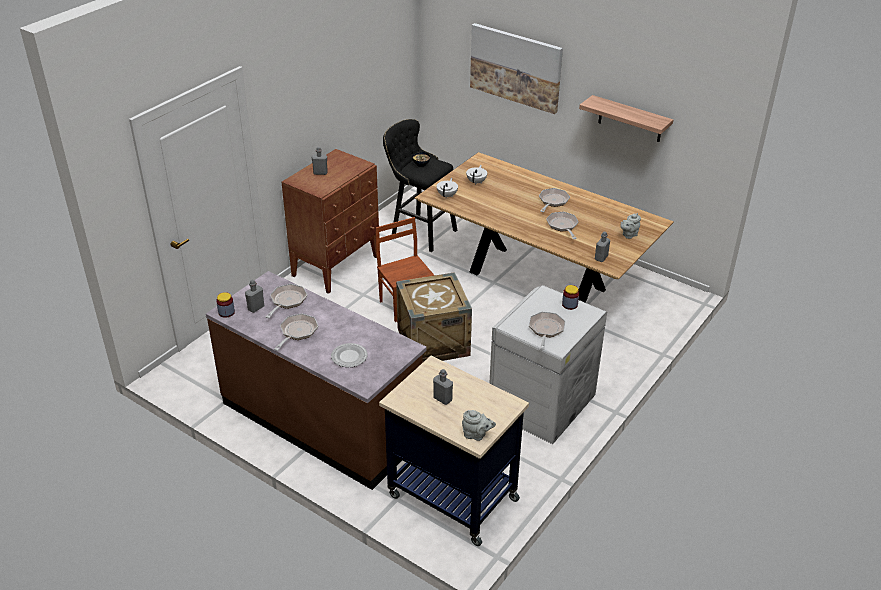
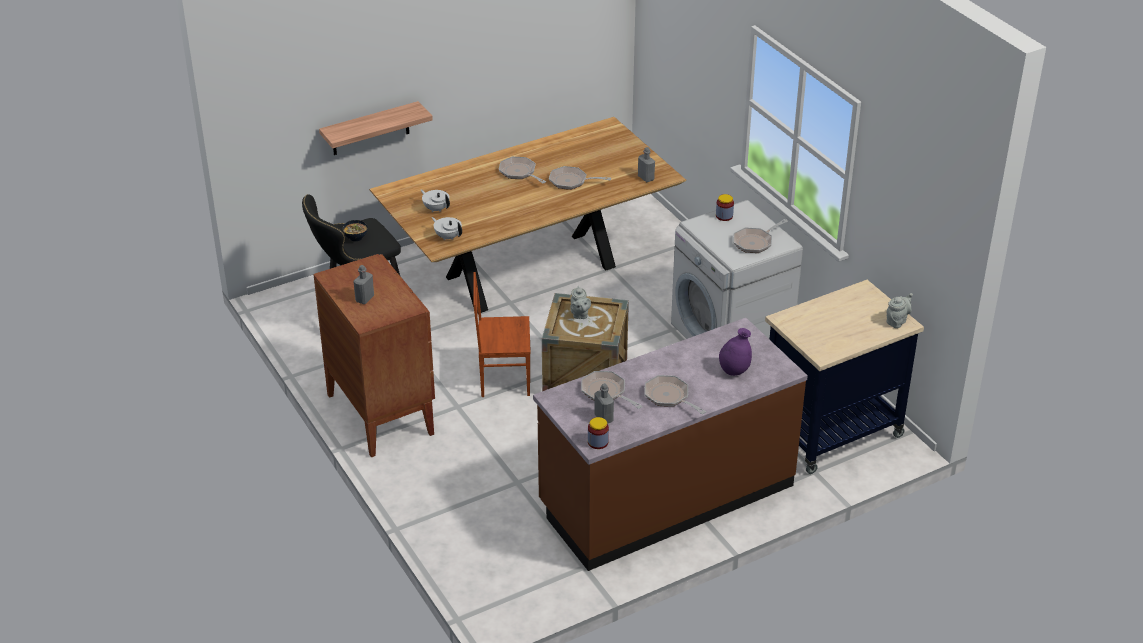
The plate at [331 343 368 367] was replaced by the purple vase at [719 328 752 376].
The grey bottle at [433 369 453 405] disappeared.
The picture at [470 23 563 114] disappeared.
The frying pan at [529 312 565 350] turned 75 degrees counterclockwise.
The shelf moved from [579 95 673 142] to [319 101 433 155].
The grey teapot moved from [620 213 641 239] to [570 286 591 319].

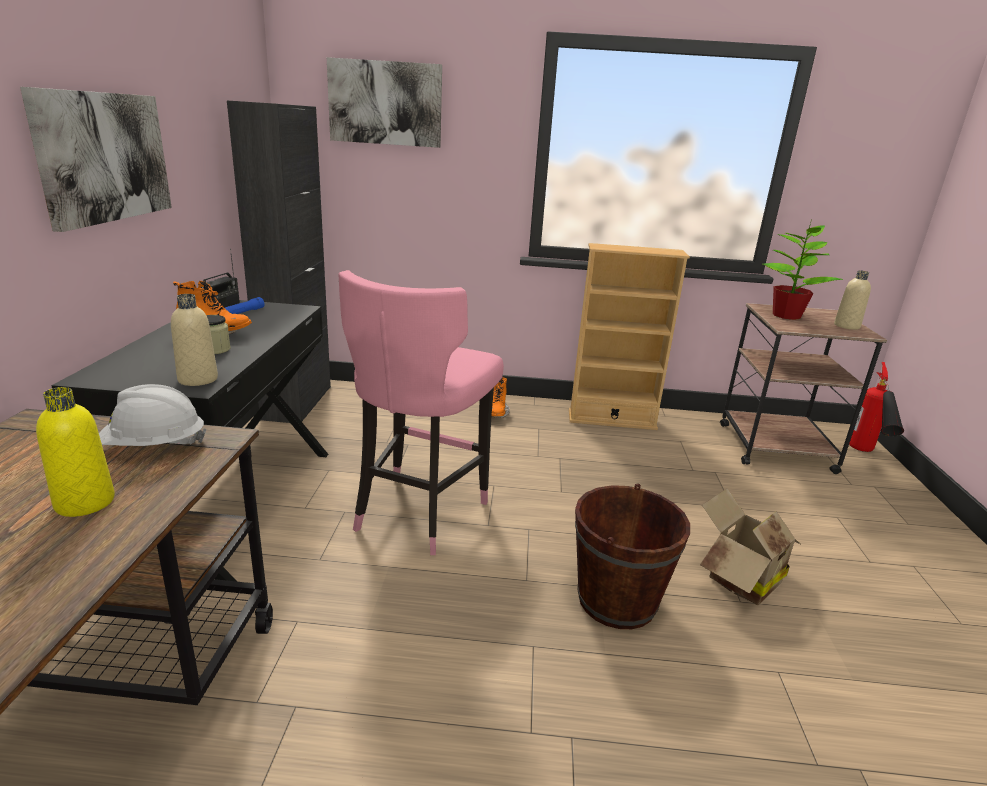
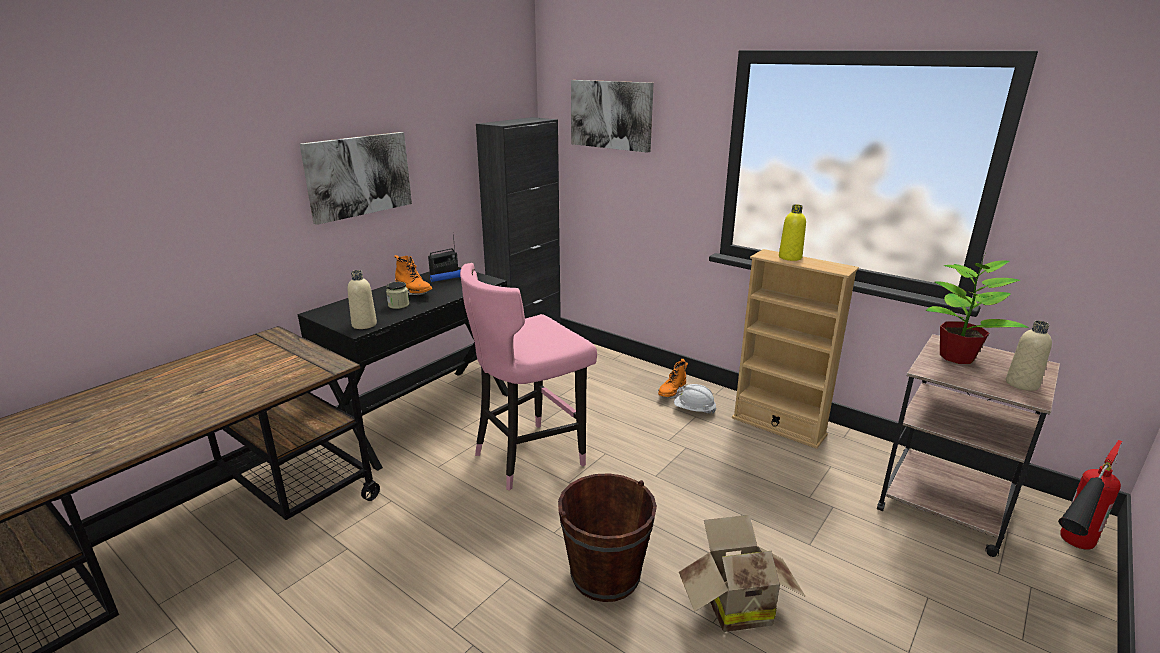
The yellow bottle moved from [36 387 115 517] to [779 205 806 261].
The white hard hat moved from [99 384 207 446] to [674 384 716 414].

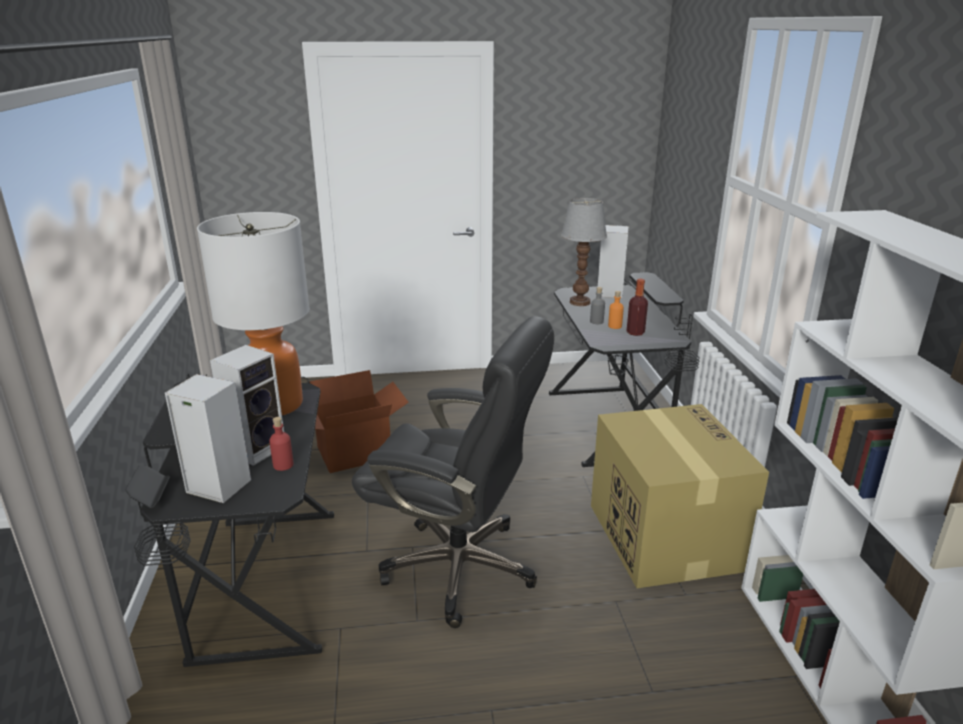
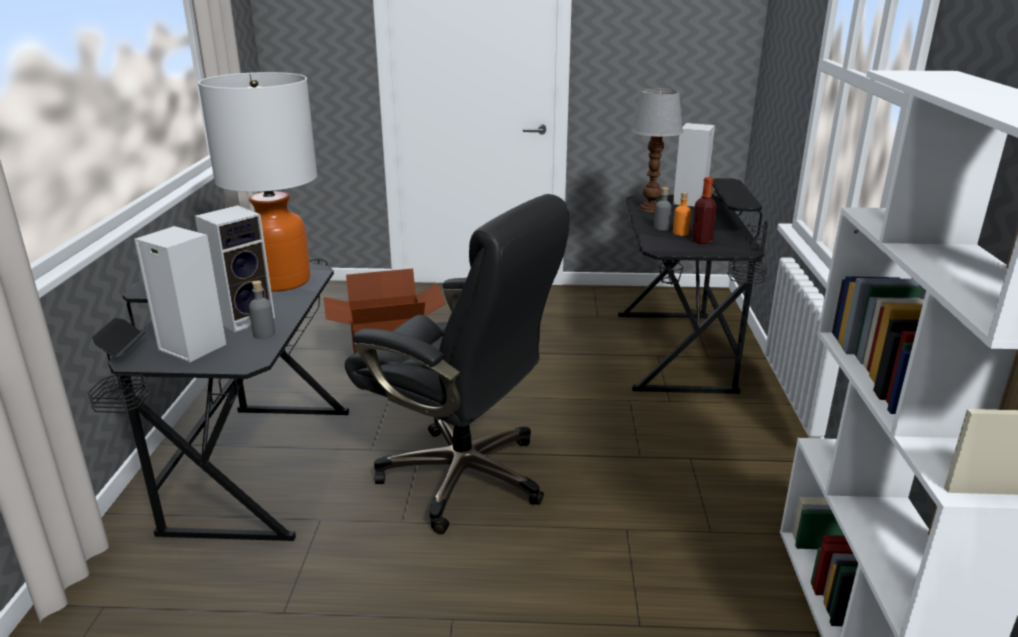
The red bottle at [269 417 294 471] became the grey bottle at [249 280 275 339].
The cardboard box at [591 404 769 588] disappeared.

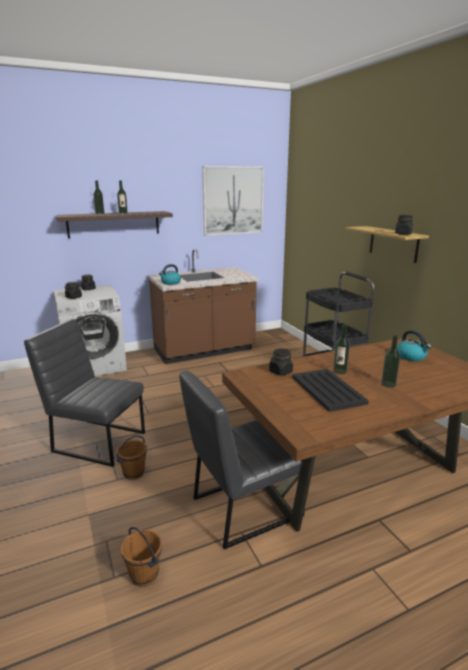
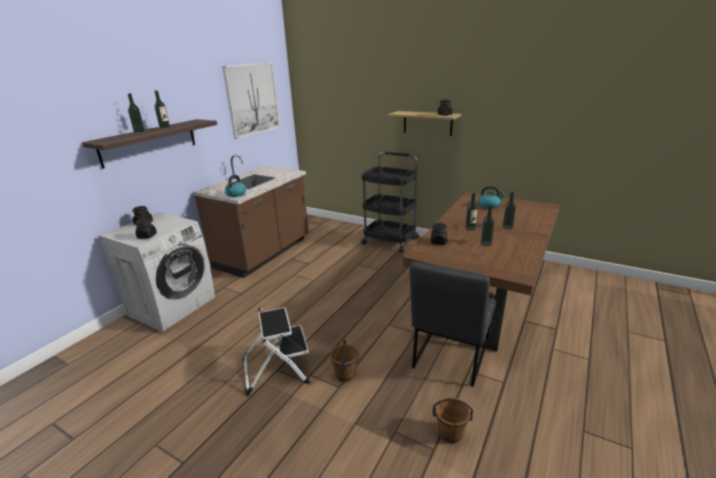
The grey chair at [24 319 145 467] was replaced by the step ladder at [243 307 311 397].
The black tray at [292 369 369 412] was replaced by the bottle at [480 205 495 246].

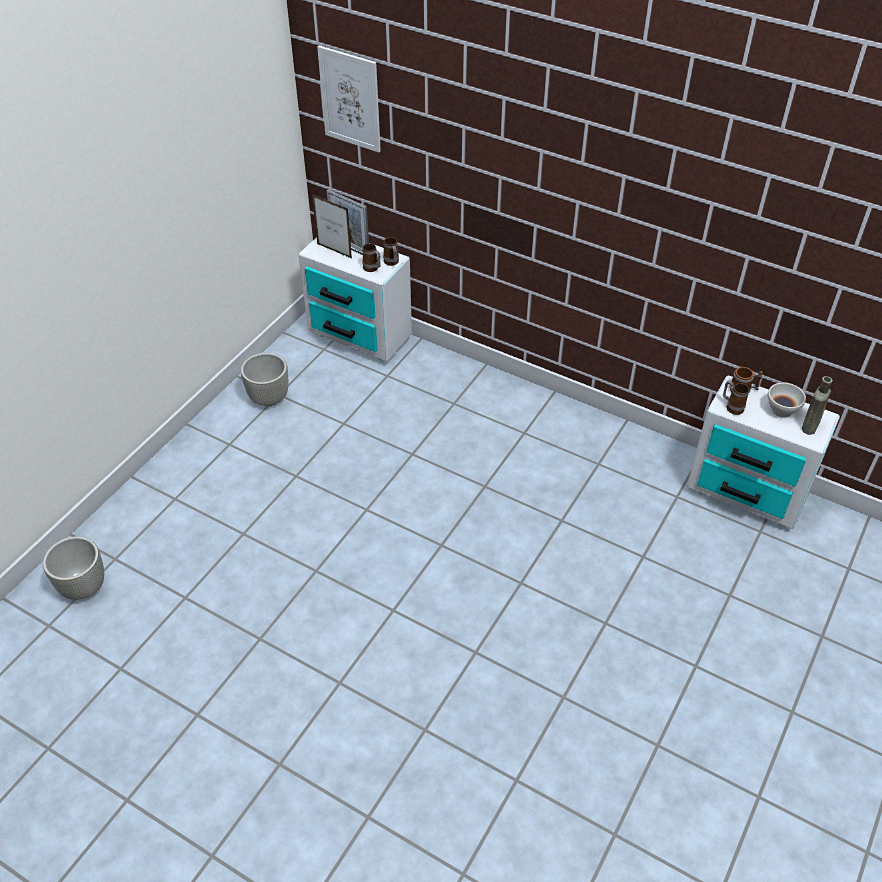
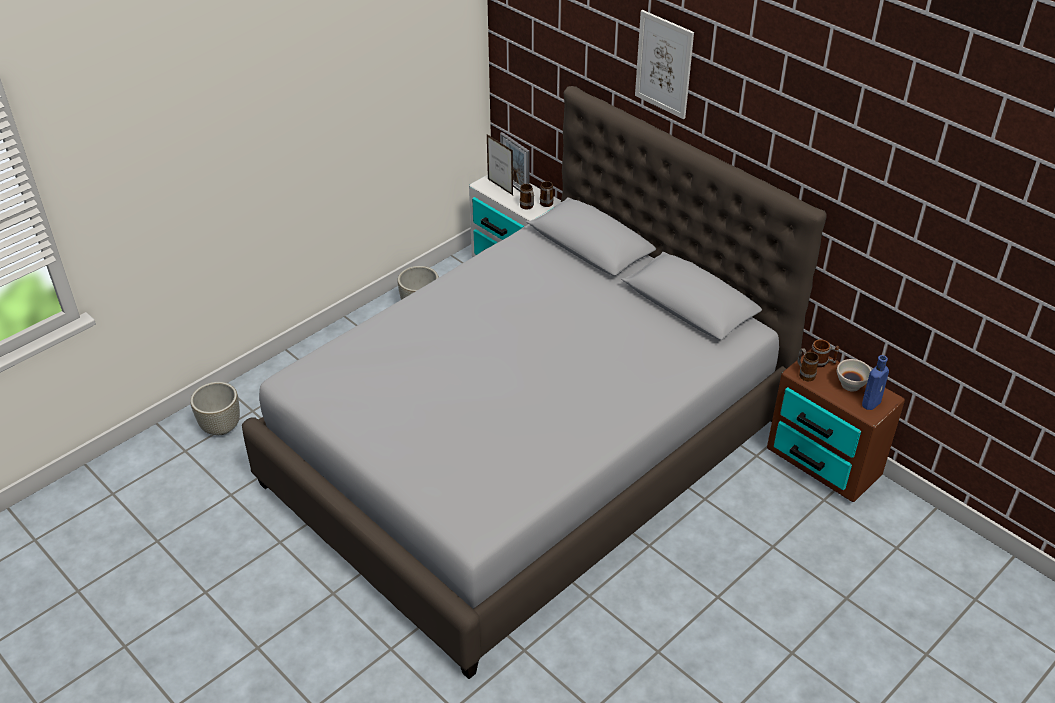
The picture moved from [317 46 381 152] to [635 10 694 119].
The white nightstand at [687 375 840 529] became the brown nightstand at [767 348 905 502].
The brown bottle at [801 376 833 435] became the blue bottle at [862 355 889 410].
The grey bed at [242 86 827 679] appeared.

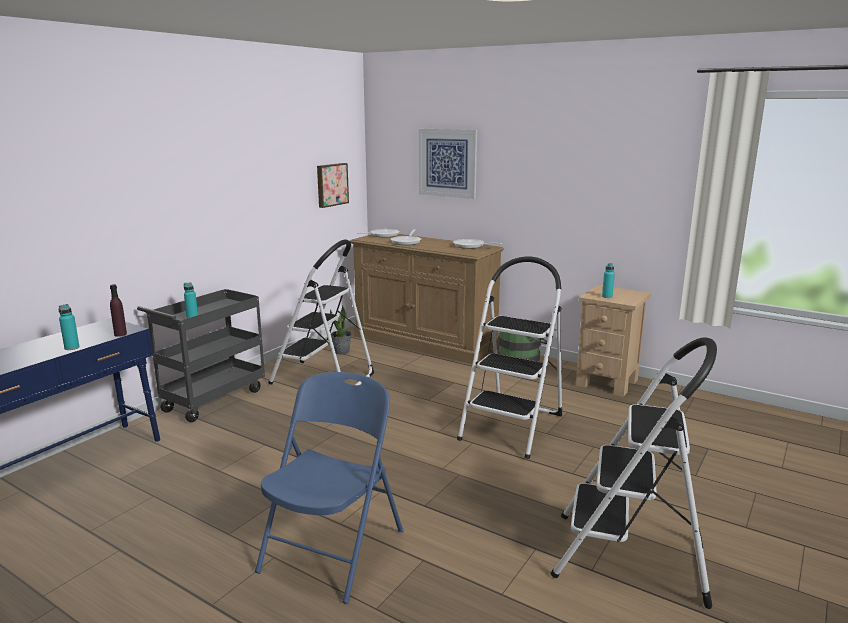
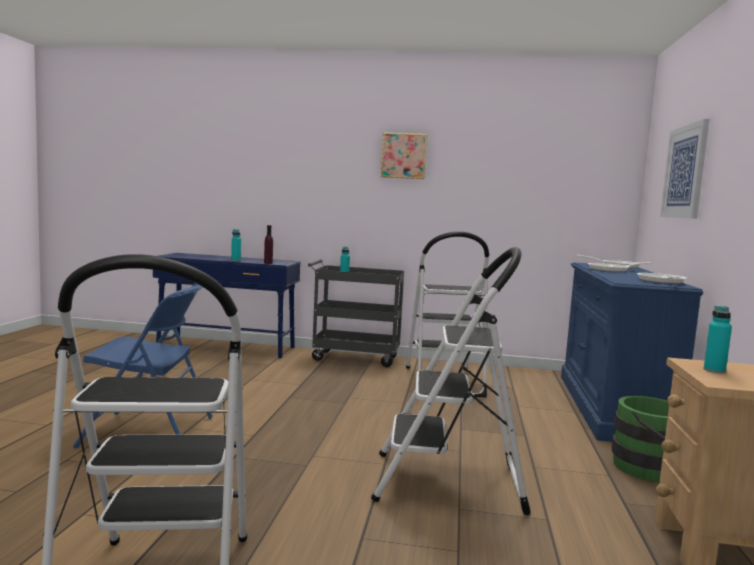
The picture moved from [317 163 349 208] to [381 132 427 179].
The potted plant at [330 305 352 354] disappeared.
The brown cabinet at [349 234 504 364] became the blue cabinet at [561 262 703 442].

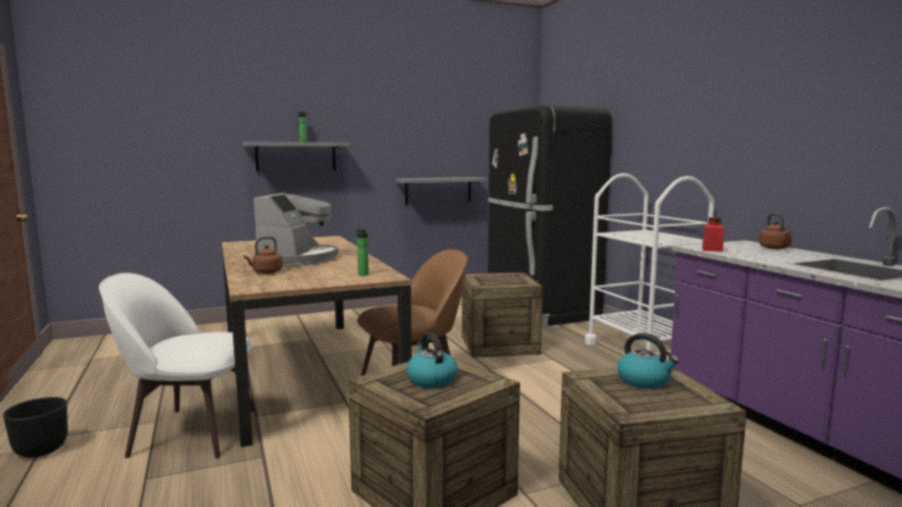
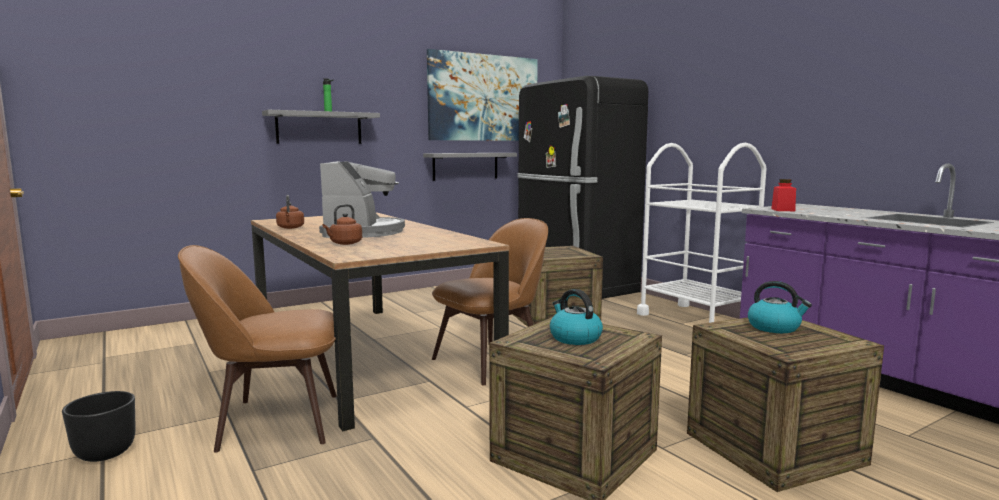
The white chair at [99 273 256 459] became the brown chair at [178 245 337 453].
The bottle at [355 229 369 276] disappeared.
The brown kettle moved from [759 213 792 249] to [276 195 304 229].
The picture at [427 49 538 141] appeared.

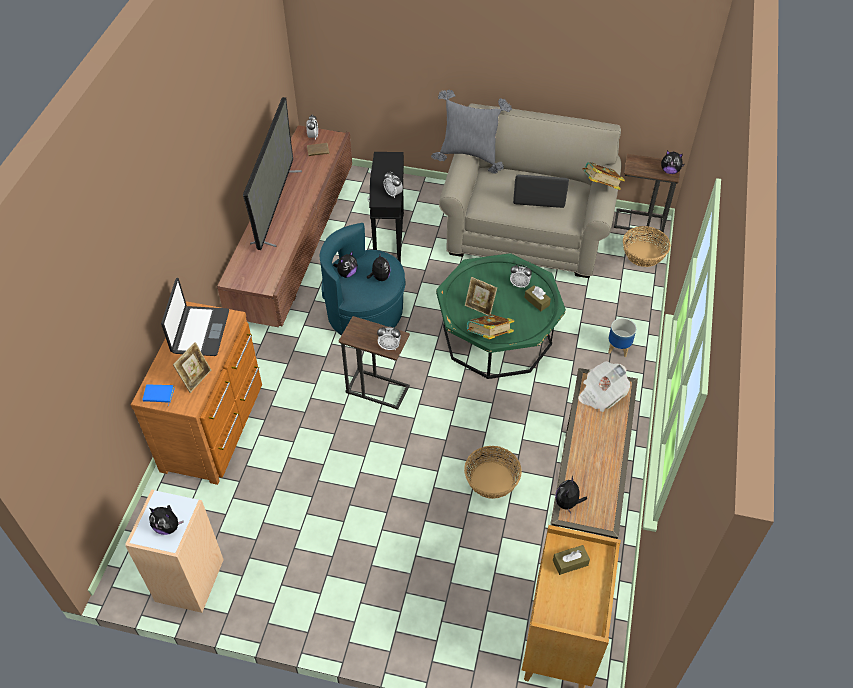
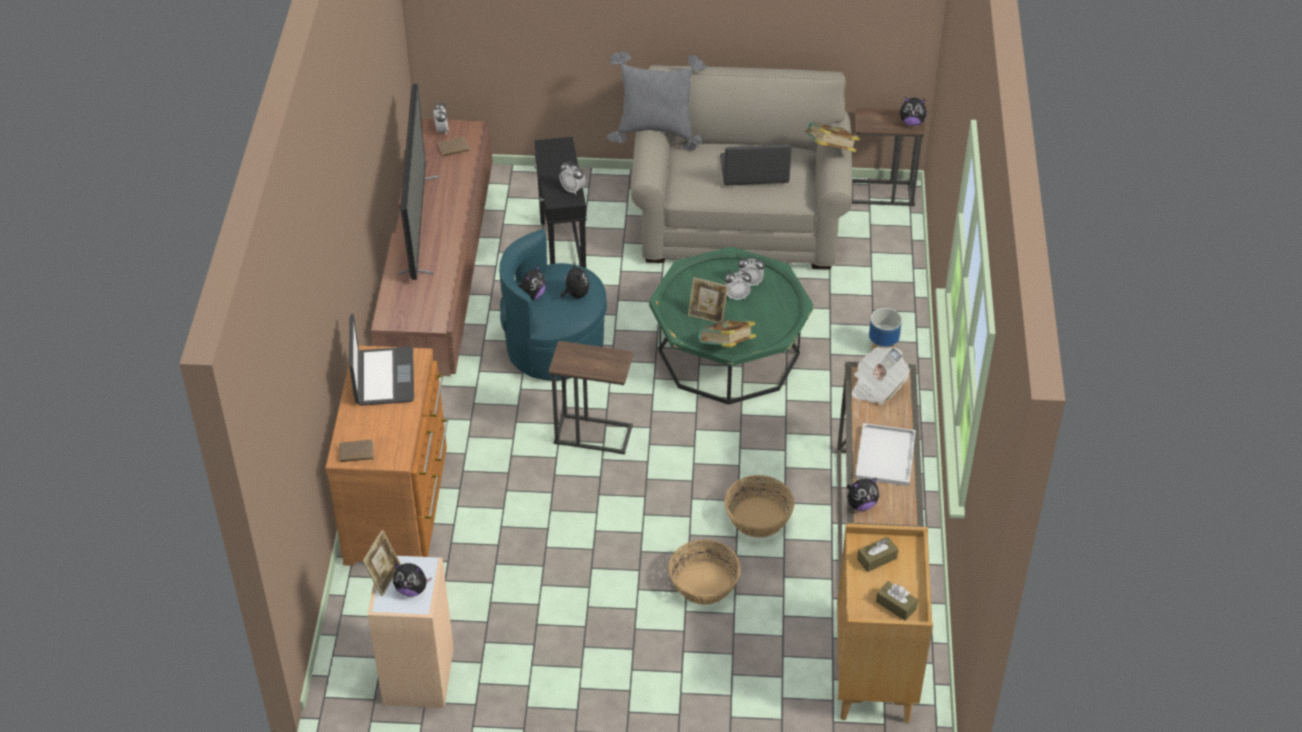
The blue book at [142 384 175 405] became the brown book at [339 439 375 462].
The picture frame moved from [173 342 211 393] to [362 530 401 596].
The alarm clock moved from [377 326 401 350] to [724 270 751 300].
The brown tissue box moved from [524 285 551 311] to [876 581 918 620].
The plush toy at [555 476 588 514] turned 120 degrees counterclockwise.
The basket moved from [623 226 671 267] to [668 540 741 605].
The white tray at [855 423 916 486] appeared.

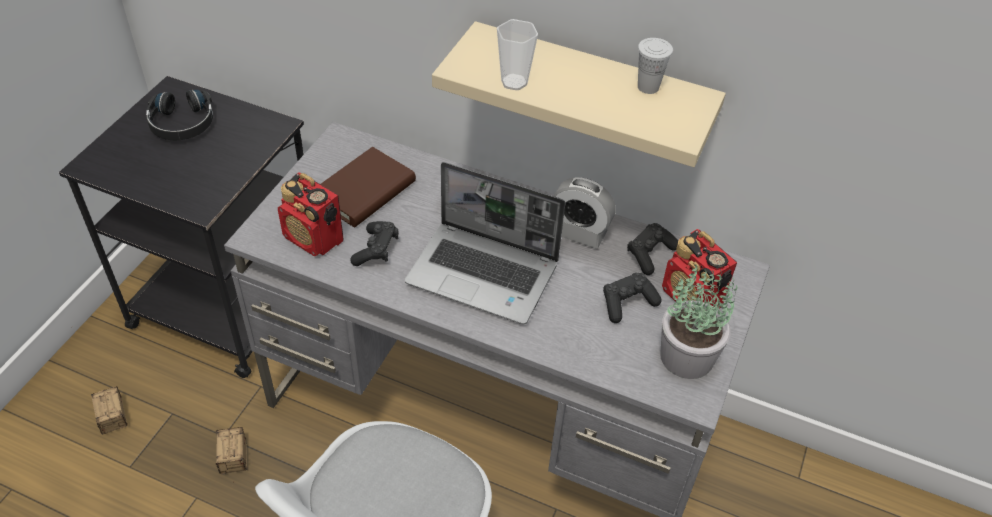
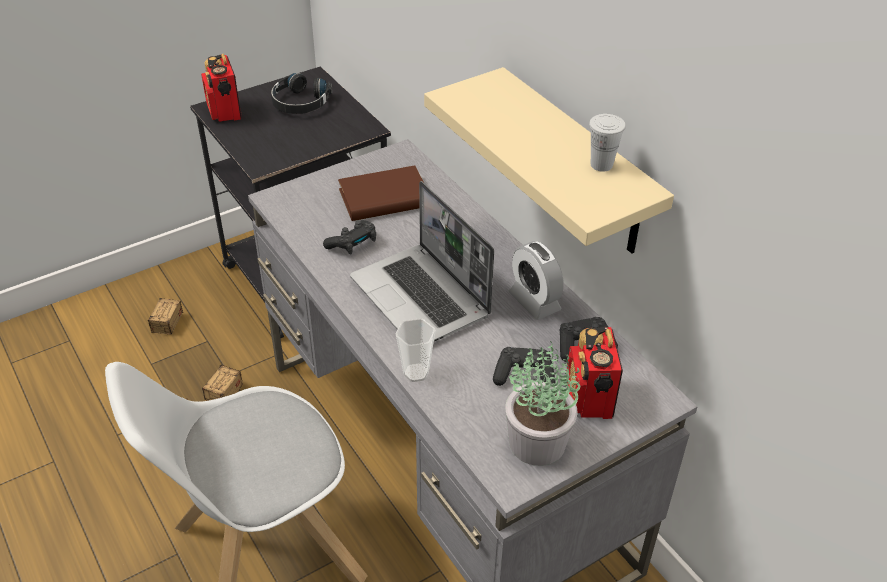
The radio moved from [278 172 344 256] to [201 54 242 122].
The cup moved from [497 19 538 90] to [396 318 436 382].

